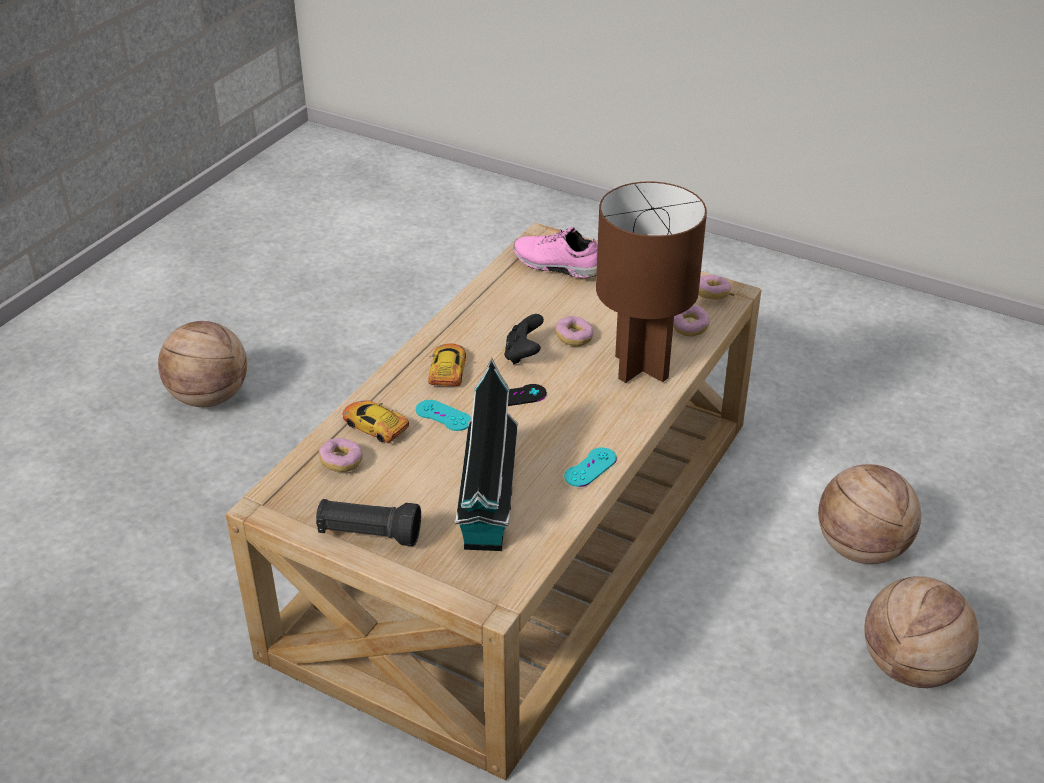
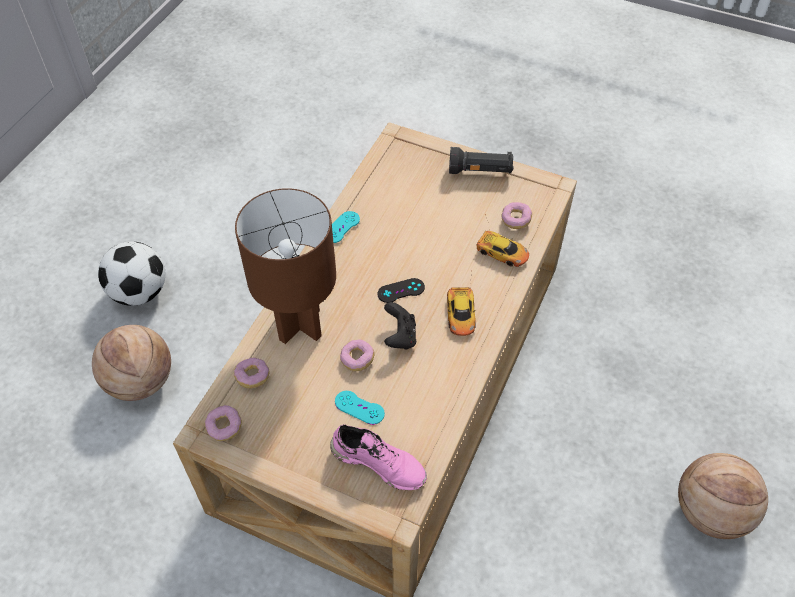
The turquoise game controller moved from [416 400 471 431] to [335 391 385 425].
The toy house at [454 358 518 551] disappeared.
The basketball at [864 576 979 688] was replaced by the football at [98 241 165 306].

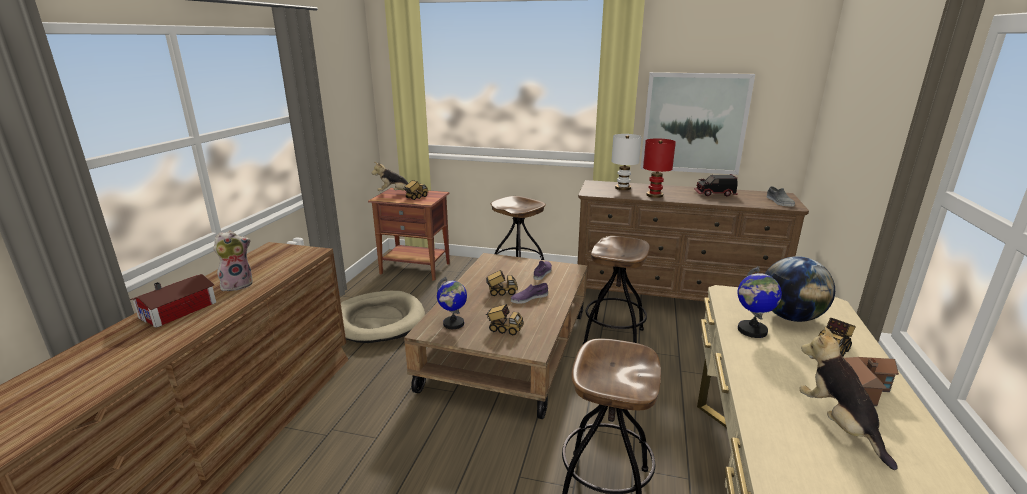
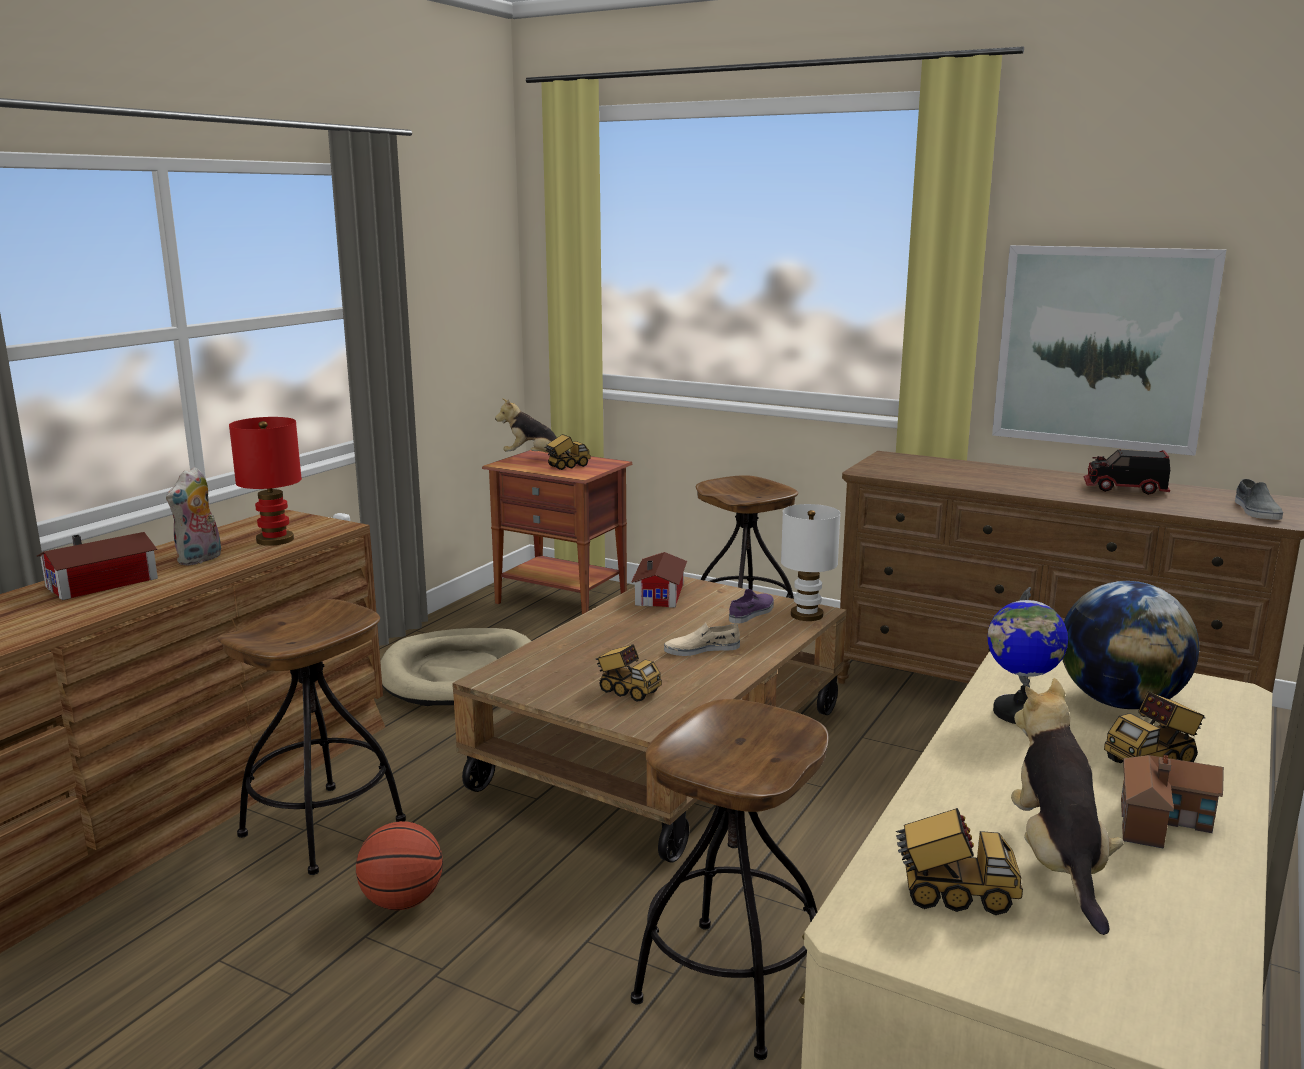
The plush toy at [213 231 253 291] turned 135 degrees clockwise.
The globe at [437 277 467 329] disappeared.
The toy truck moved from [486 270 518 296] to [896 808 1023 915].
The purple shoe at [511 283 548 304] became the beige shoe at [664 623 740 656].
The brown stool moved from [583 236 650 344] to [217 599 406 875].
The white table lamp moved from [611 134 642 190] to [781 504 841 621].
The red table lamp moved from [643 138 676 198] to [229 417 302 546].
The basketball at [356 821 443 910] appeared.
The toy house at [631 552 687 608] appeared.

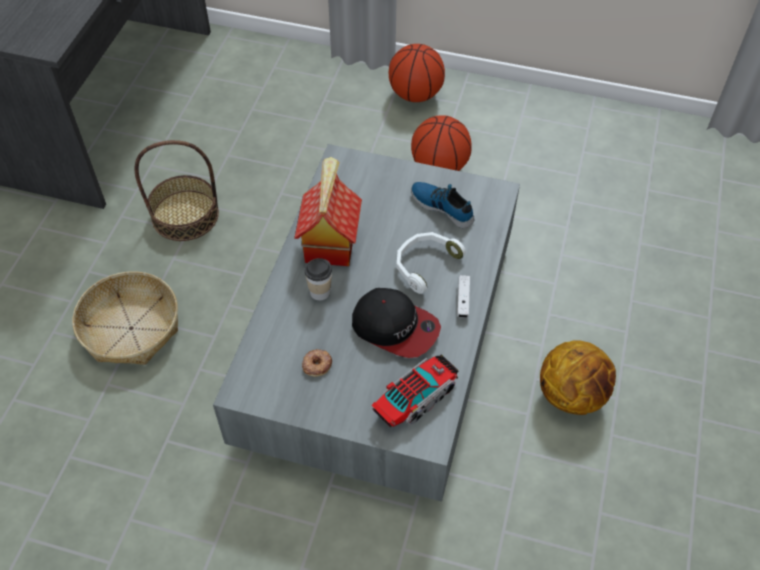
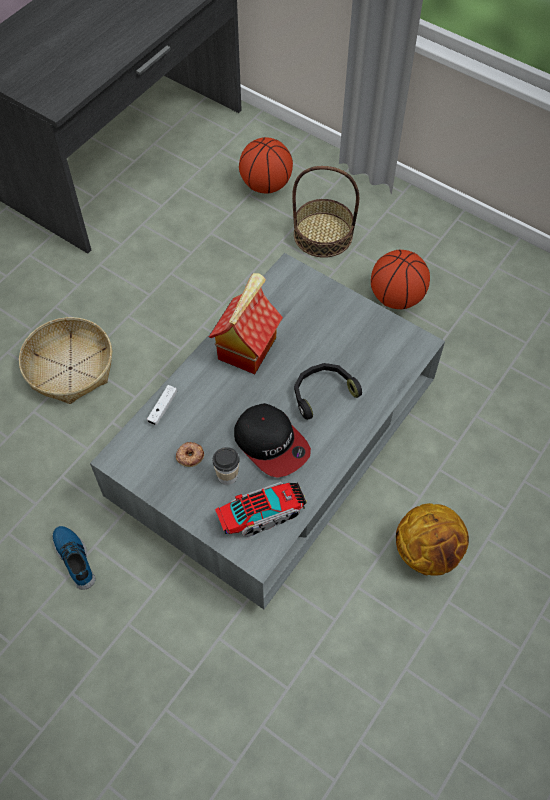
The basket moved from [135 140 219 241] to [292 166 359 257].
The cup moved from [304 258 332 301] to [213 447 240 485].
The basketball moved from [389 44 445 102] to [239 137 293 194].
The white headphones at [396 232 466 294] became the black headphones at [294 363 362 420].
The shoe moved from [411 182 474 228] to [52 526 96 590].
The white game controller moved from [457 275 470 318] to [147 385 177 425].

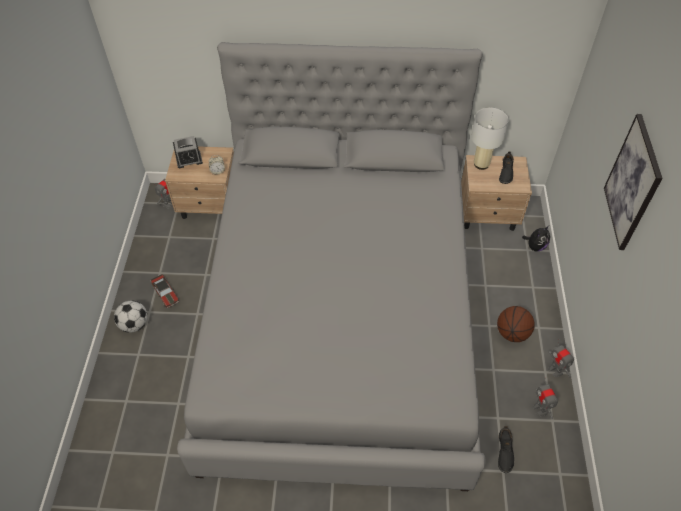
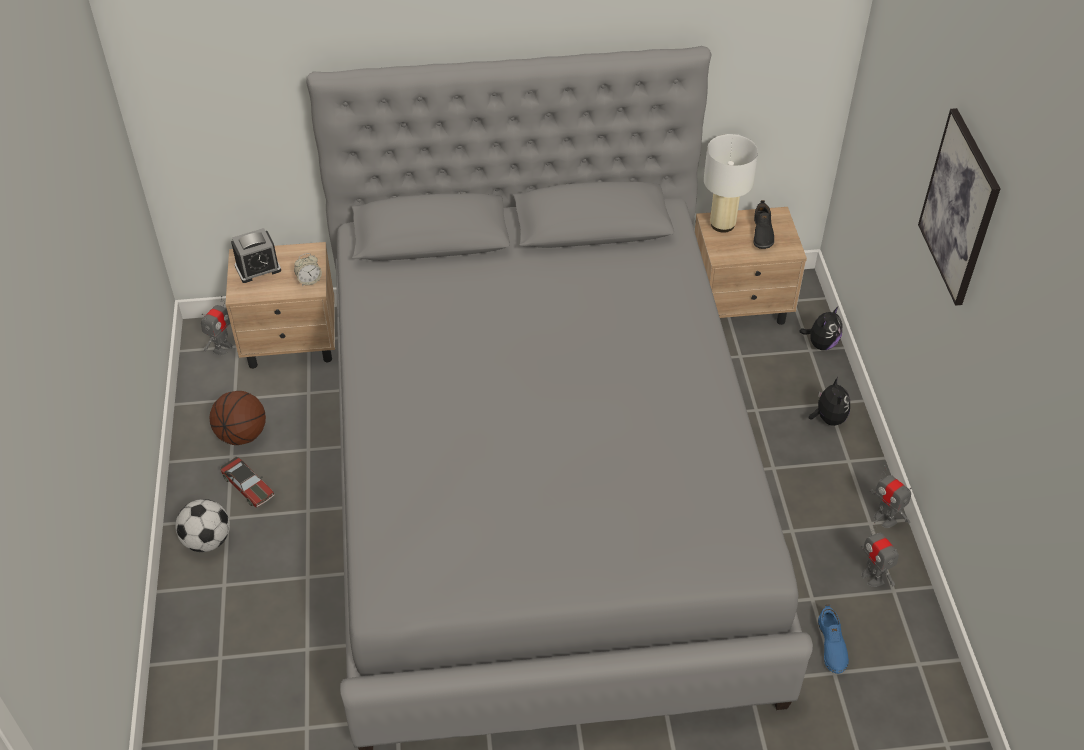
The basketball moved from [497 306 535 342] to [209 391 266 445].
The black shoe at [498 426 514 473] became the blue shoe at [818 605 849 674].
The plush toy at [808 377 850 426] appeared.

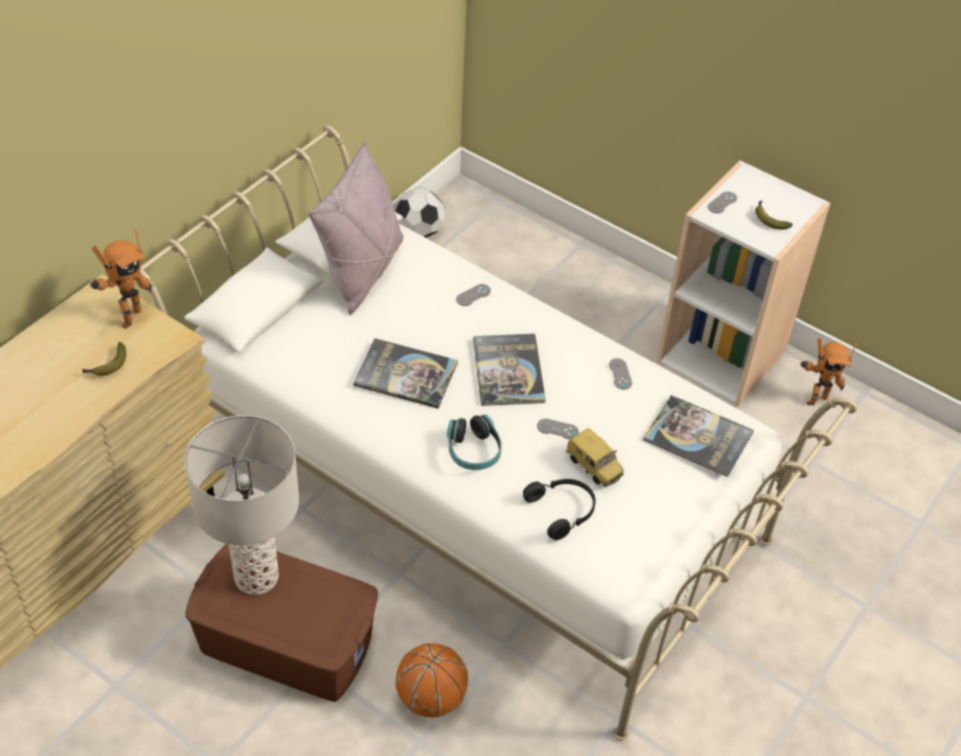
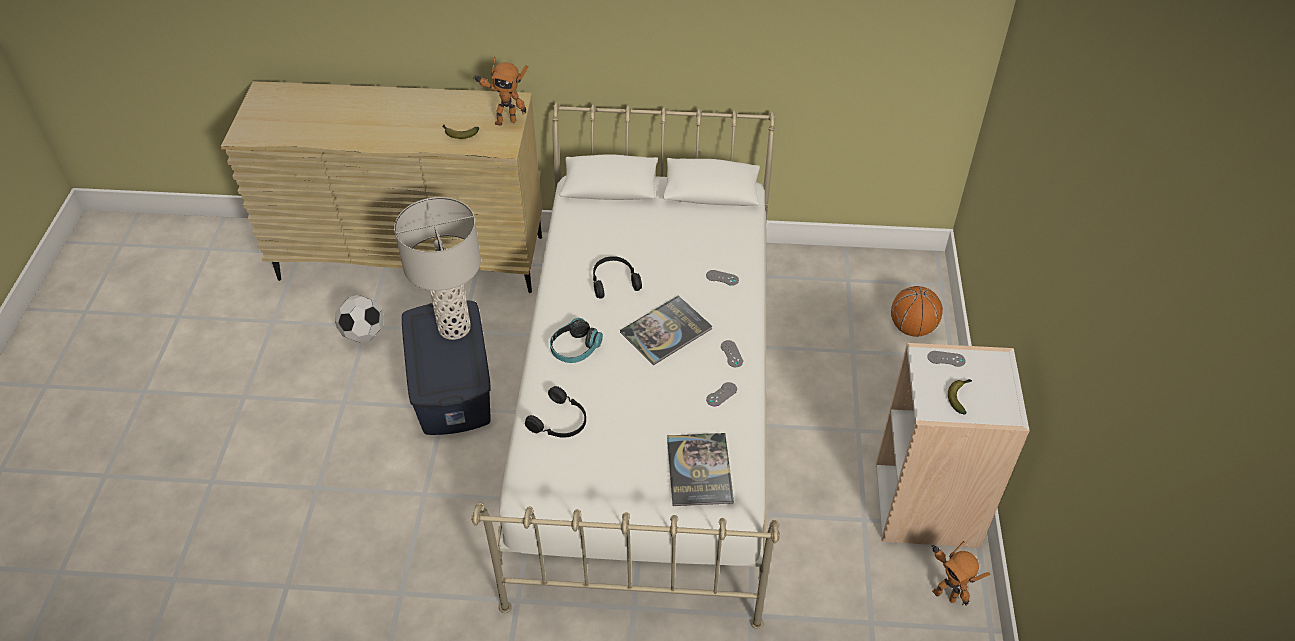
The brown storage box at [185 543 378 702] became the blue storage box at [402 300 491 435].
The purple pillow at [308 142 403 315] disappeared.
The book at [353 338 458 409] was replaced by the black headphones at [593 256 642 299].
The football moved from [395 187 446 238] to [335 295 384 343].
The basketball moved from [396 643 468 717] to [891 286 943 337].
The grey game controller moved from [537 419 579 439] to [721 340 743 367].
The toy car at [565 428 624 487] disappeared.

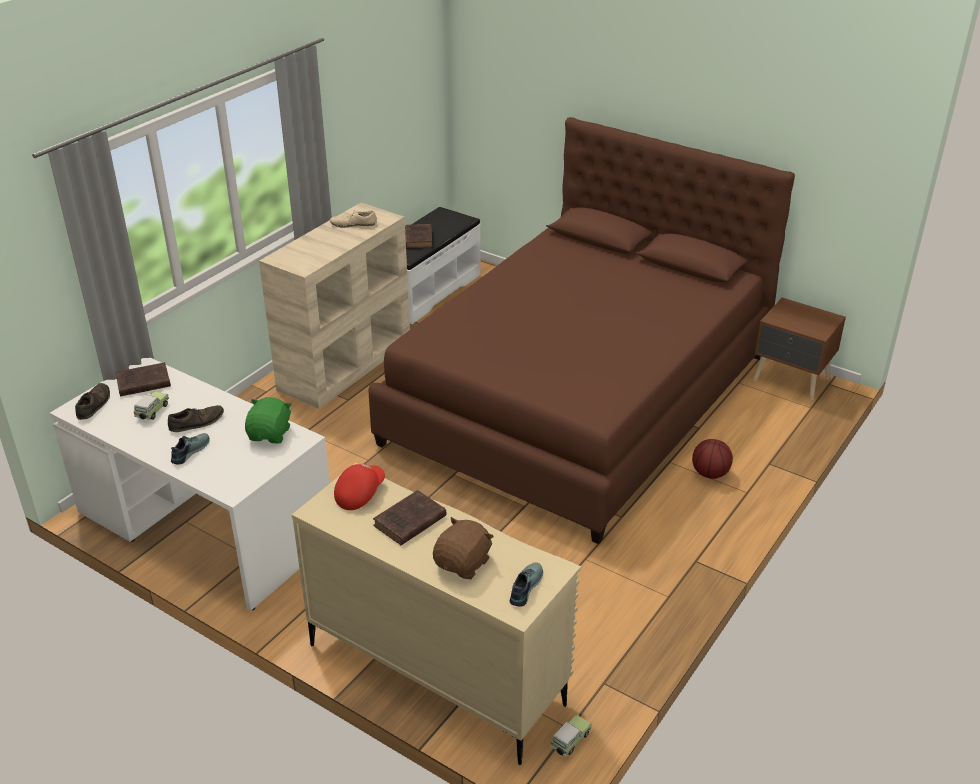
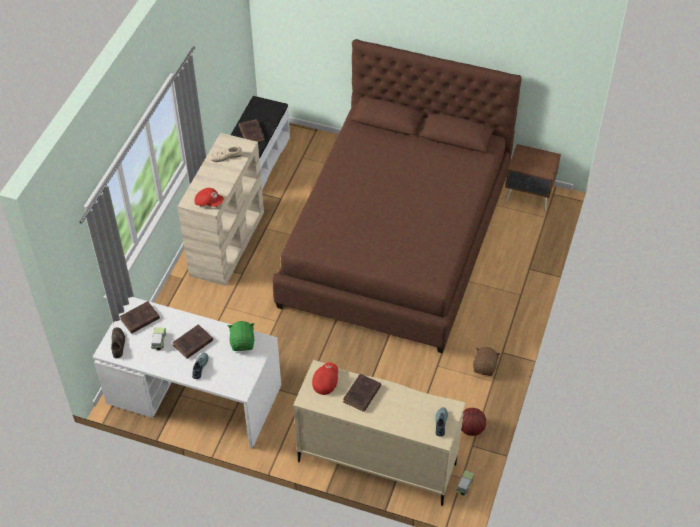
The brown shoe at [168 405 224 432] was replaced by the brown book at [172 324 213 359].
The brown plush toy moved from [433 517 494 579] to [473 347 500 376].
The basketball moved from [692 439 733 479] to [461 408 486 436].
The red cap at [194 188 224 207] appeared.

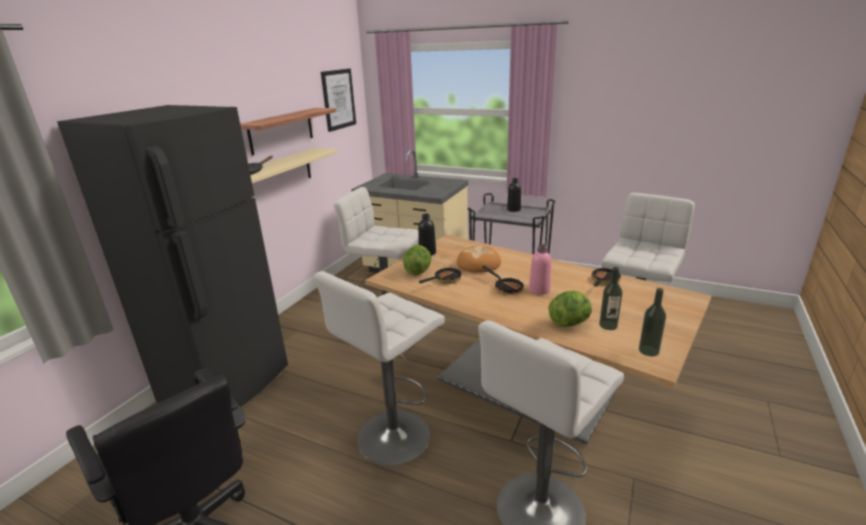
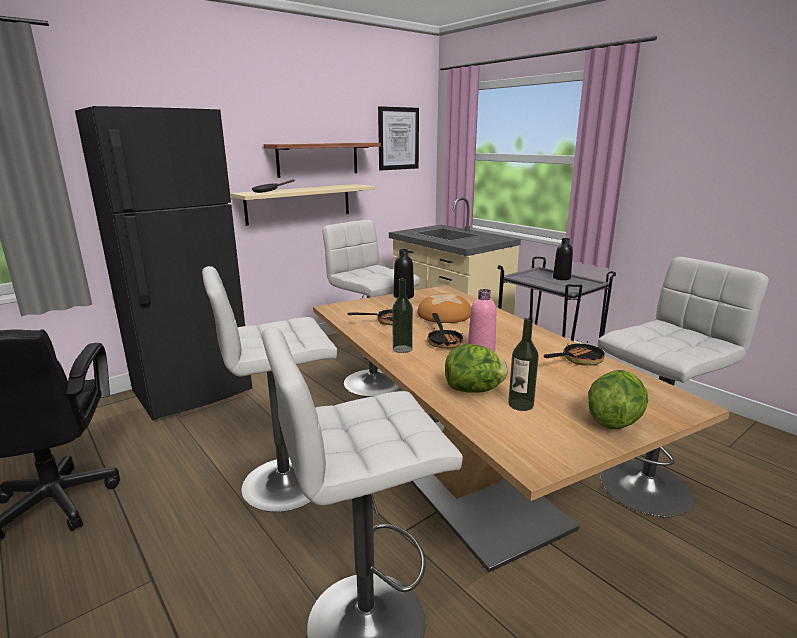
The lettuce moved from [403 245 431 276] to [588 370 648 429].
The bottle moved from [639 288 666 357] to [392 279 413 353].

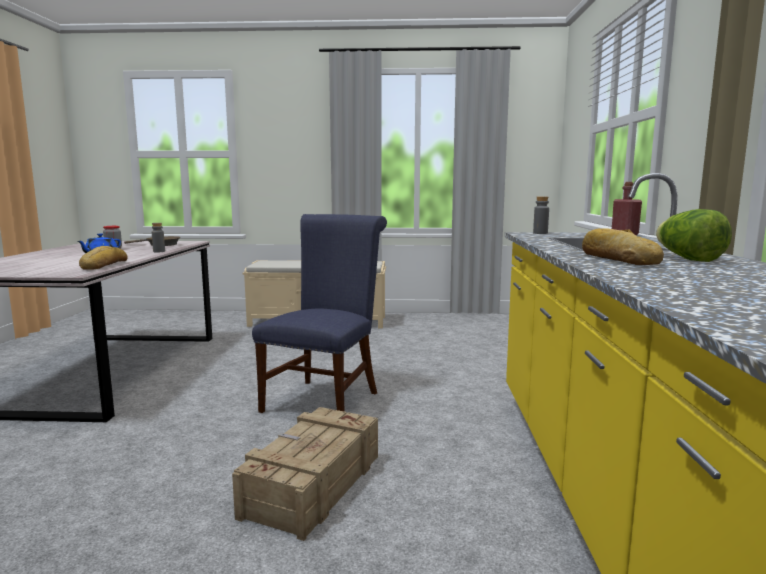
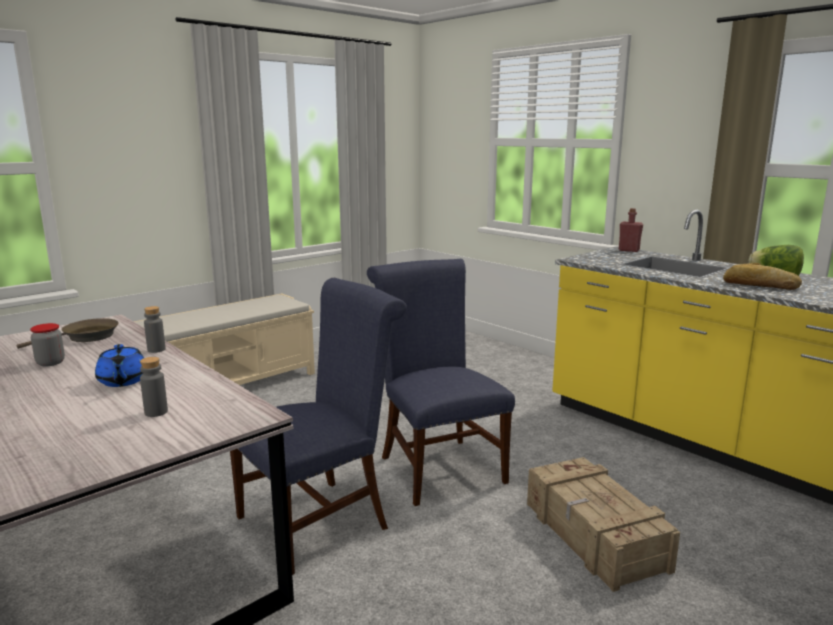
The bread at [79 246 127 270] disappeared.
The grey bottle moved from [533 196 549 234] to [140 357 168 417].
The blue chair at [230 278 407 575] appeared.

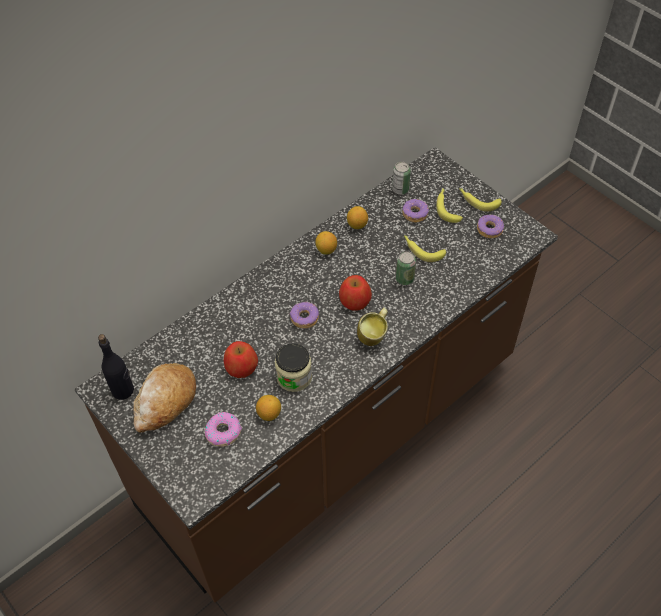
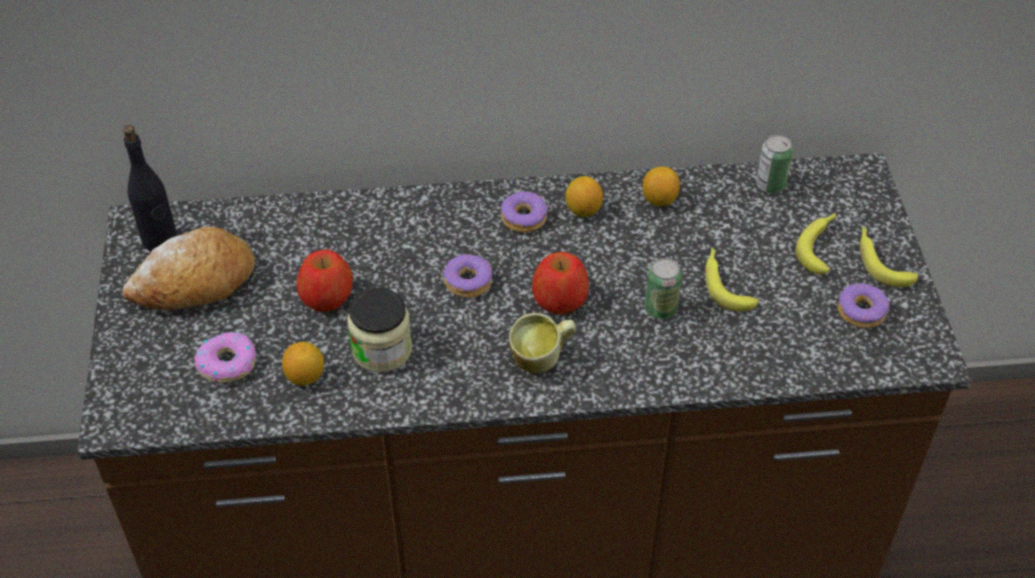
The donut moved from [402 199 429 222] to [501 191 548 233].

